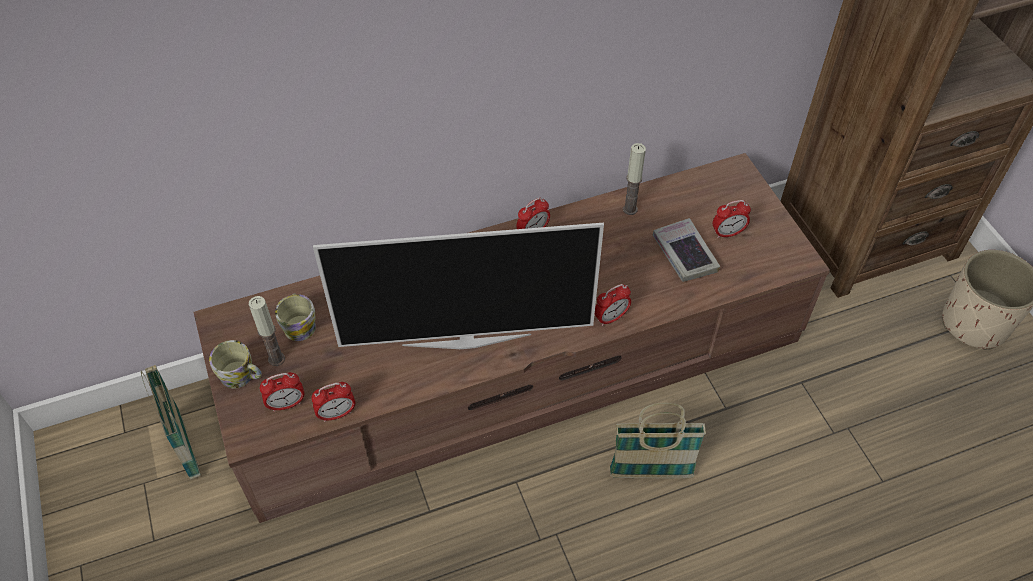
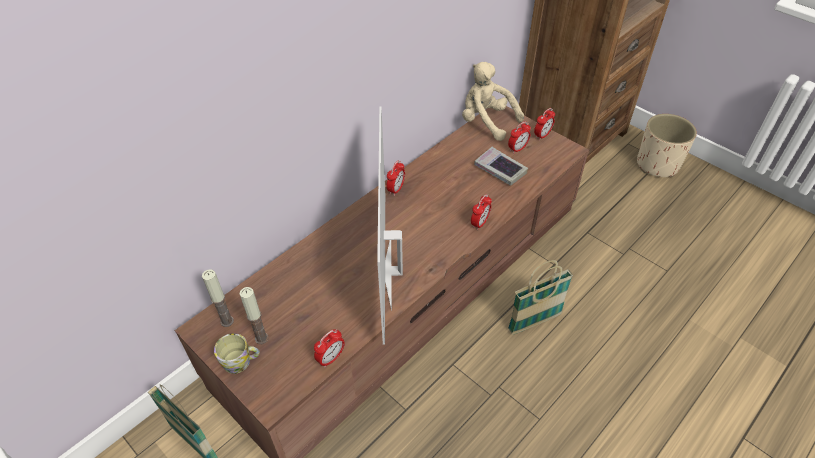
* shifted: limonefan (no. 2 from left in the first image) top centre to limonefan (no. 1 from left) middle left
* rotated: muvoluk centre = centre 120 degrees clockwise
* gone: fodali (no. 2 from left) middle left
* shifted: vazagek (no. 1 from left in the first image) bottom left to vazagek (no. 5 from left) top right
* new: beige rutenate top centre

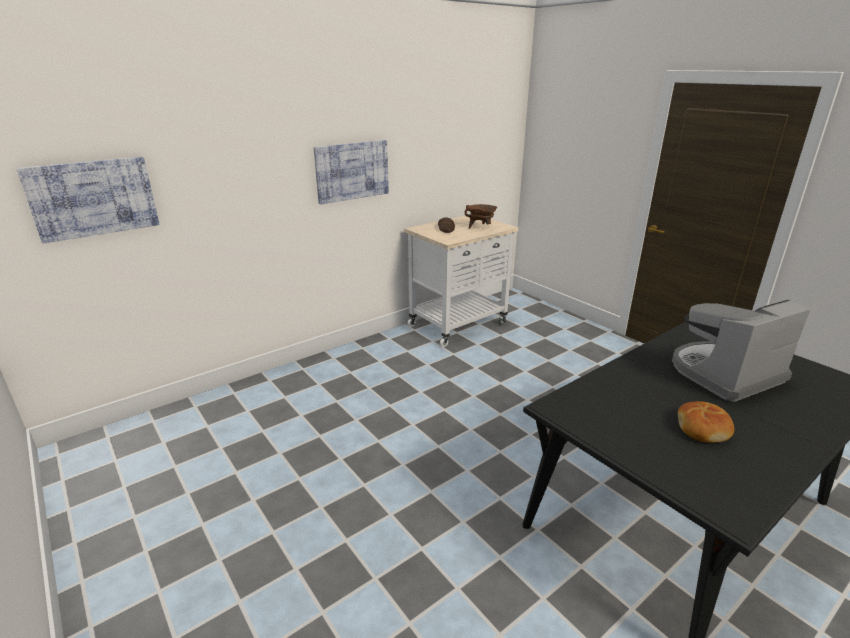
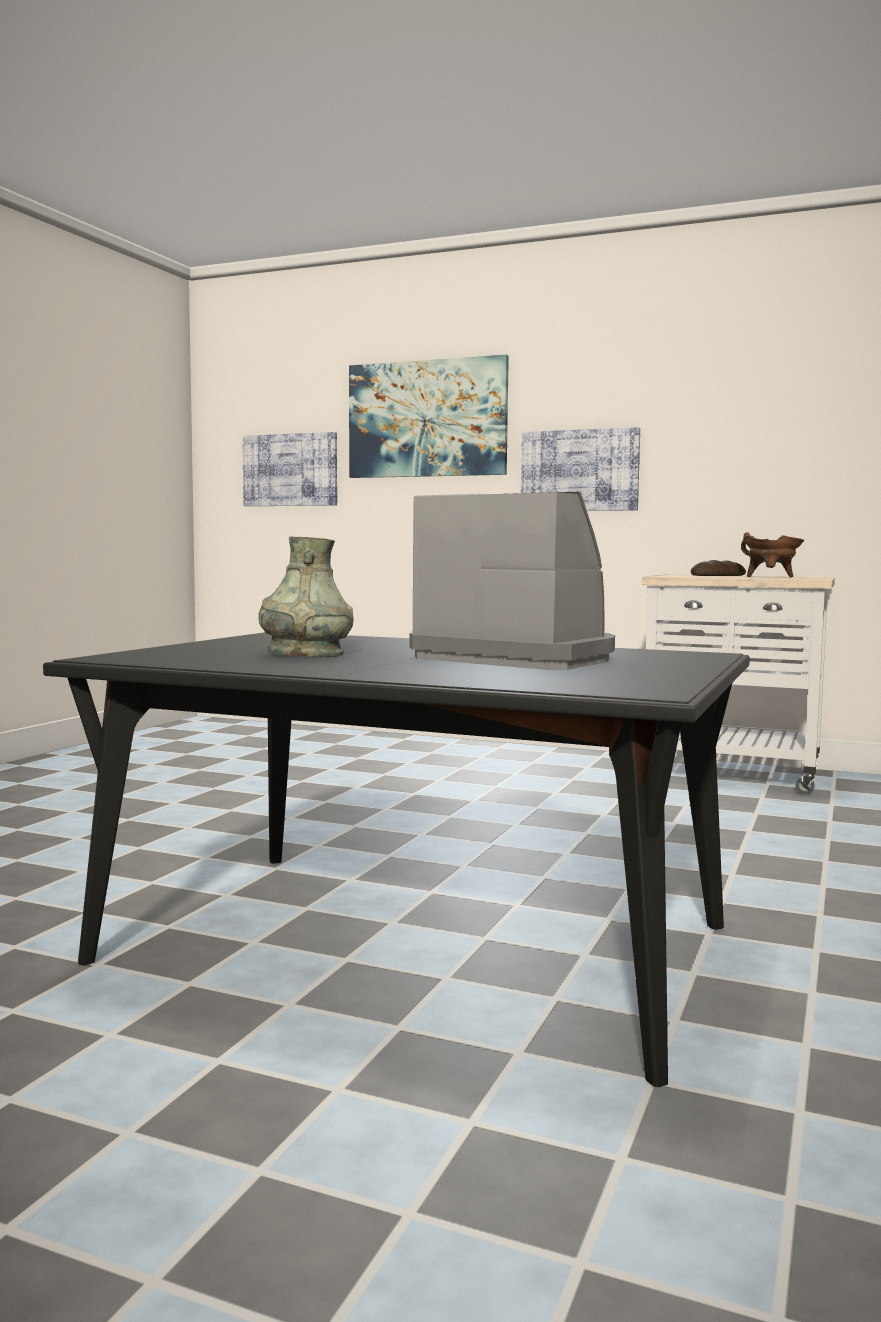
* swapped: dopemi (no. 2 from left) middle right to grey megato centre
* new: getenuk (no. 2 from left) top centre

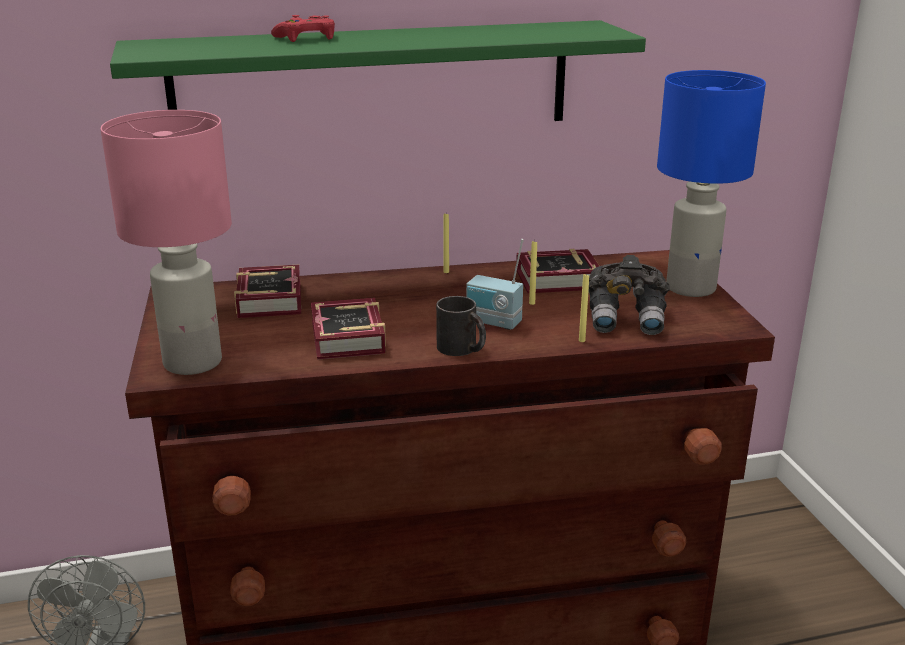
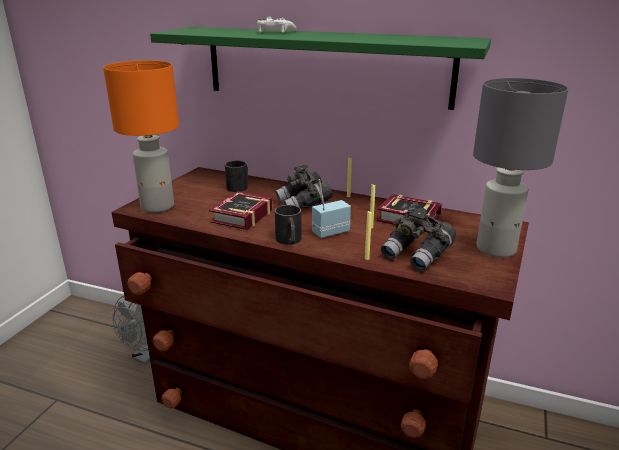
* repainted: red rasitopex top centre to white rasitopex top centre
* repainted: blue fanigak top right to grey fanigak middle right
* repainted: pink fanigak middle left to orange fanigak top left
* rotated: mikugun centre = centre 90 degrees clockwise
* swapped: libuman (no. 1 from left) middle left to black fodali (no. 1 from left) centre
* new: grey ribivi (no. 1 from left) centre

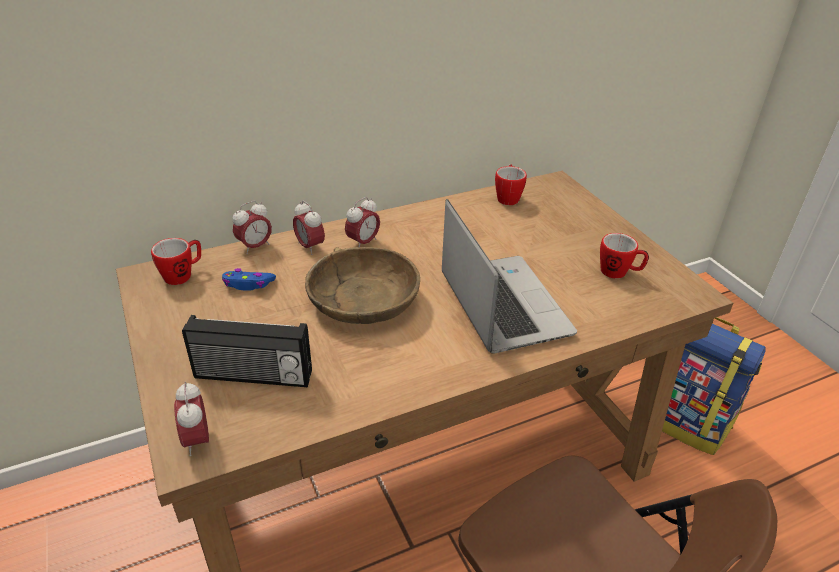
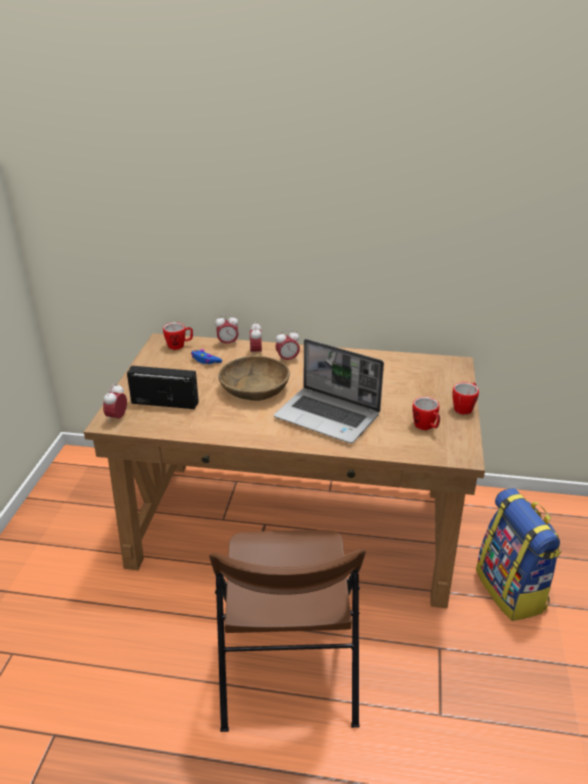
* shifted: fodali (no. 2 from left in the first image) top centre to fodali (no. 3 from left) middle right
* rotated: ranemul centre = centre 105 degrees clockwise
* rotated: mikugun middle left = middle left 150 degrees clockwise

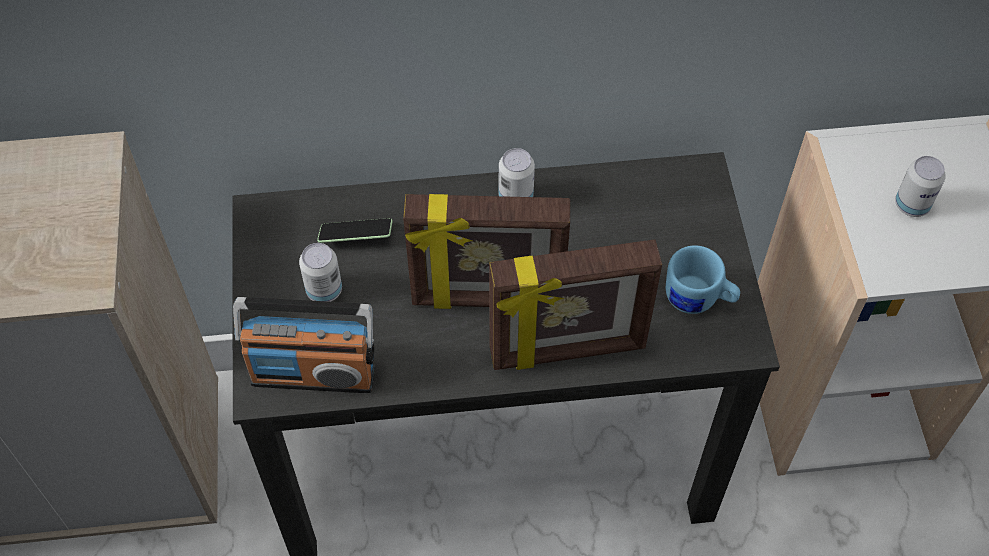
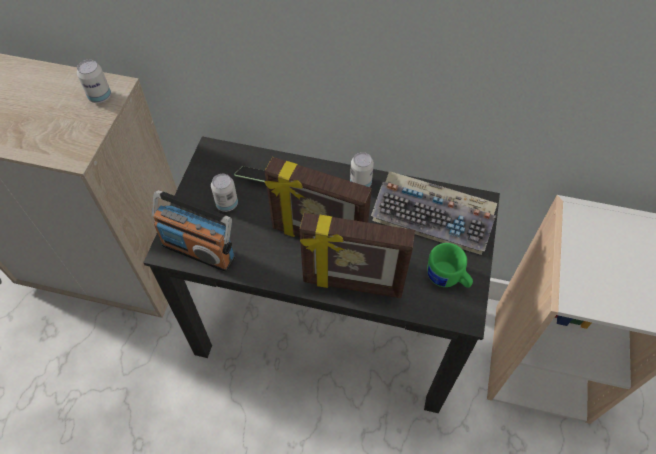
* shifted: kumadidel (no. 3 from left in the first image) middle right to kumadidel (no. 1 from left) top left
* repainted: blue fodali middle right to green fodali middle right
* new: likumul centre

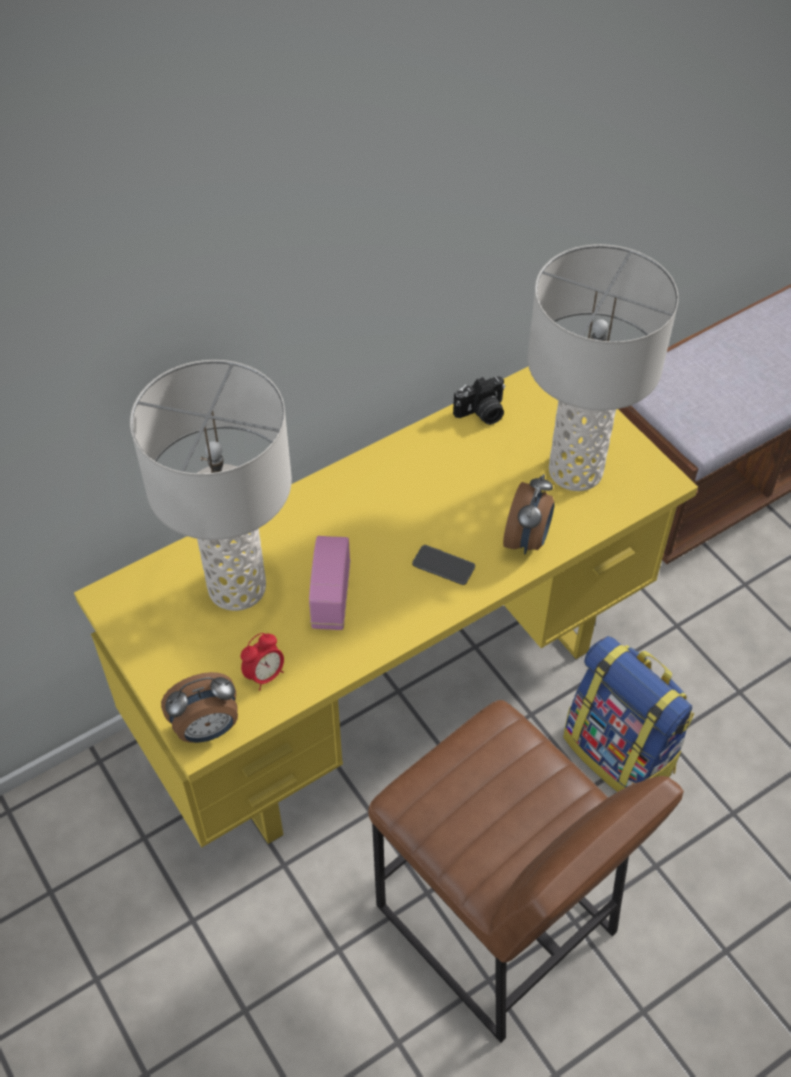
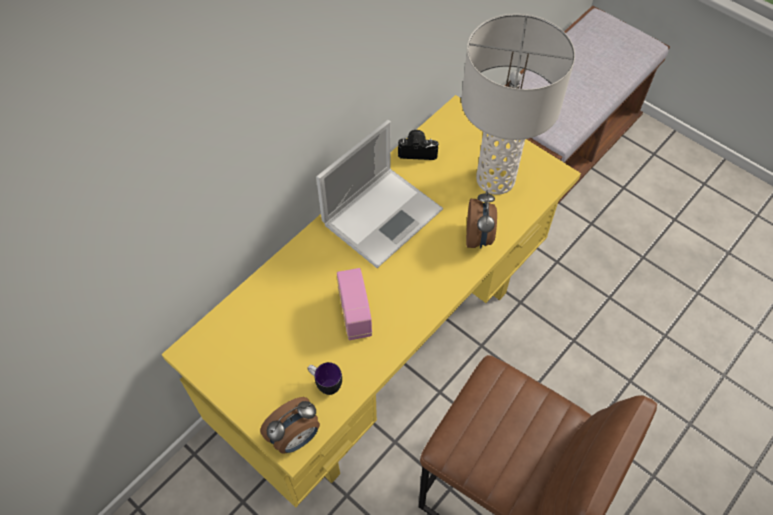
* gone: white fanigak (no. 1 from left) middle left
* rotated: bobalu centre = top centre 135 degrees counterclockwise
* gone: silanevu centre
* swapped: vazagek (no. 2 from left) middle left to fodali bottom centre
* gone: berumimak middle right
* new: ranemul centre

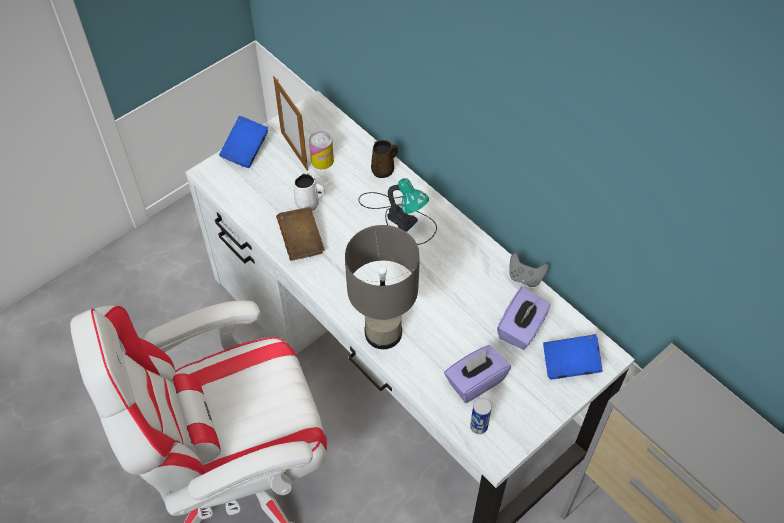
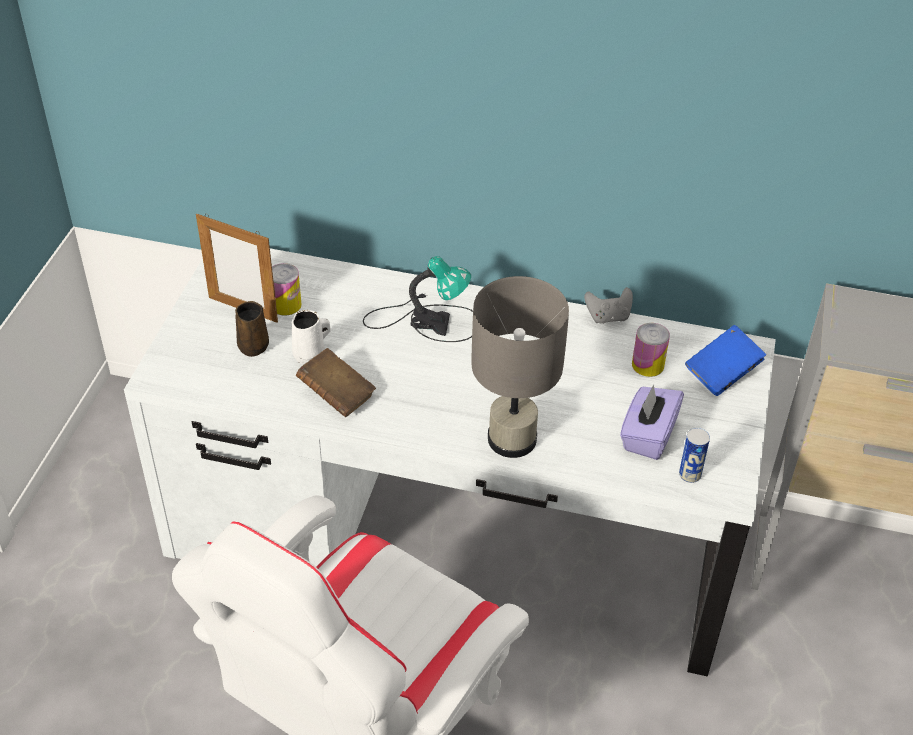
* gone: blue libuman (no. 1 from left) top left
* shifted: brown fodali top centre to middle left
* swapped: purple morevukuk (no. 2 from left) middle right to kumadidel (no. 2 from left) middle right

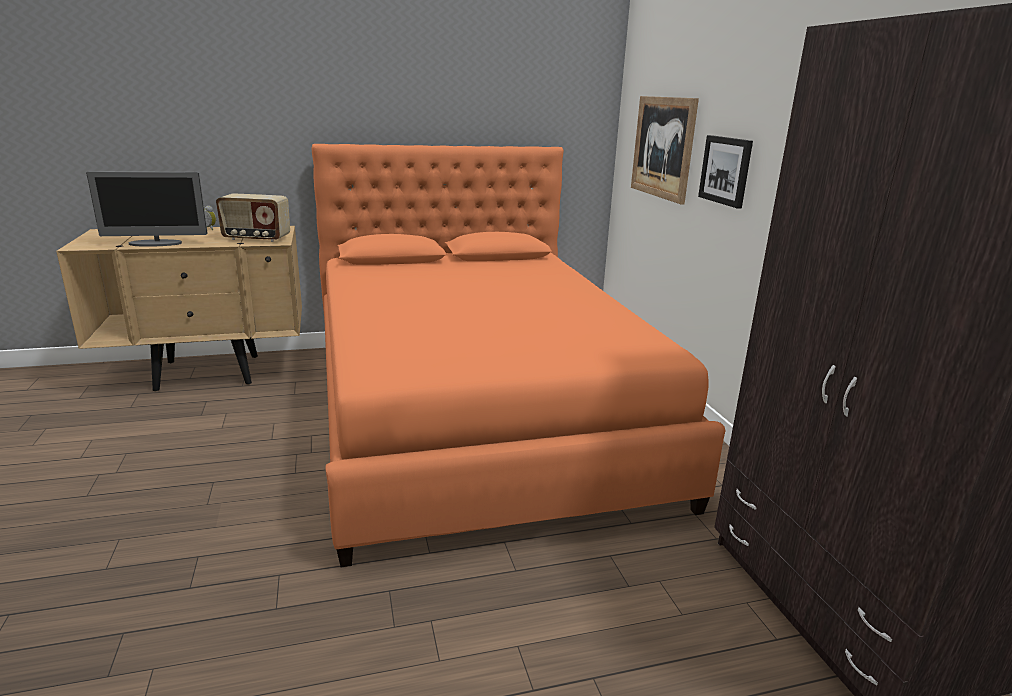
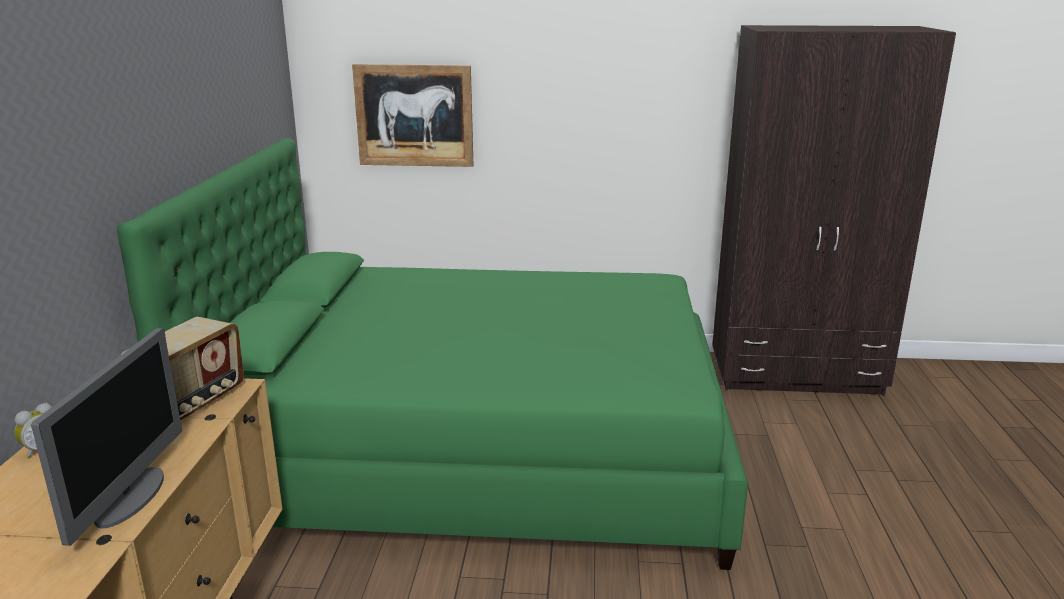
* gone: getenuk (no. 2 from left) top right
* repainted: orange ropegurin centre to green ropegurin centre

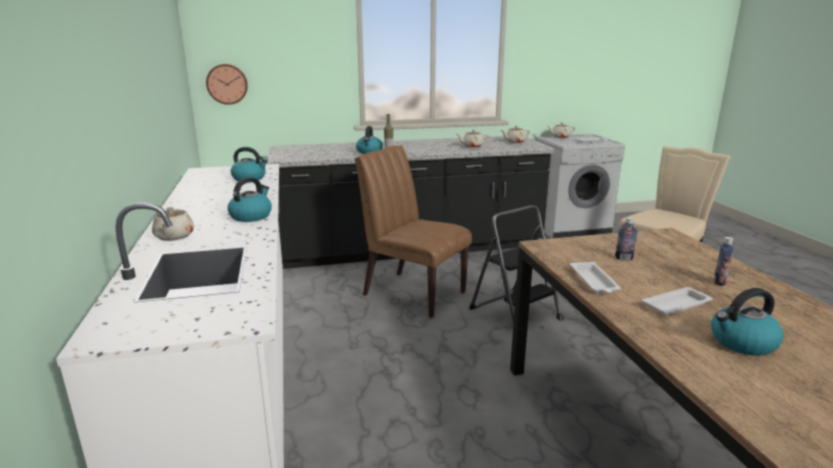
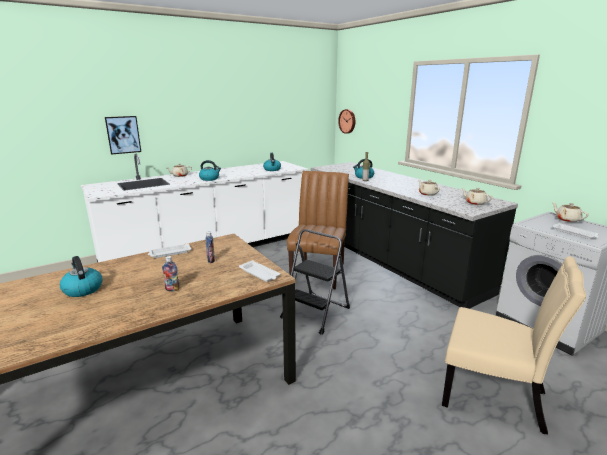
* shifted: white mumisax (no. 3 from left in the first image) middle right to white mumisax (no. 2 from left) centre
* new: getenuk top left

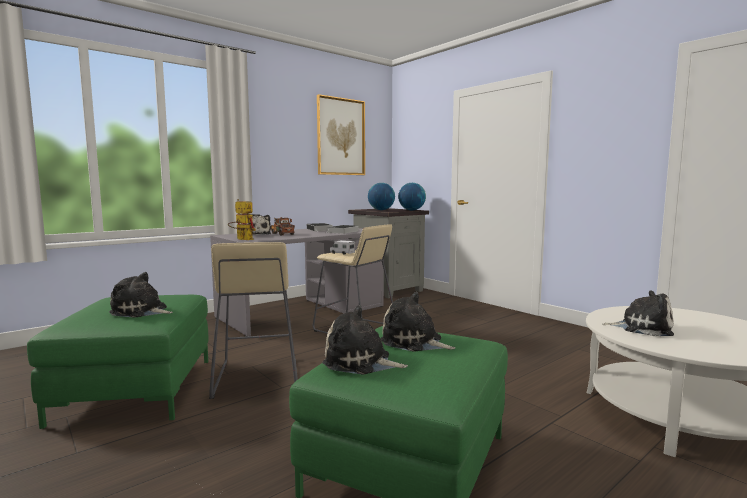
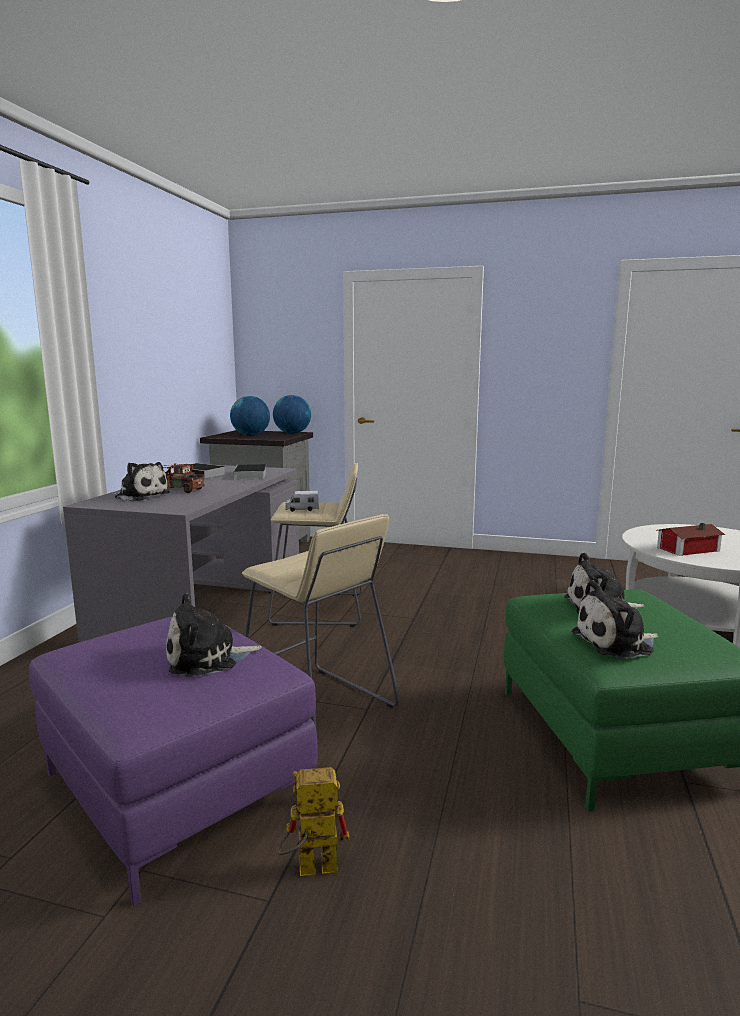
* gone: getenuk top centre
* shifted: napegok middle left to bottom centre
* swapped: rutenate (no. 5 from left) middle right to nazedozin middle right
* repainted: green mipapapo (no. 1 from left) bottom left to purple mipapapo bottom left

